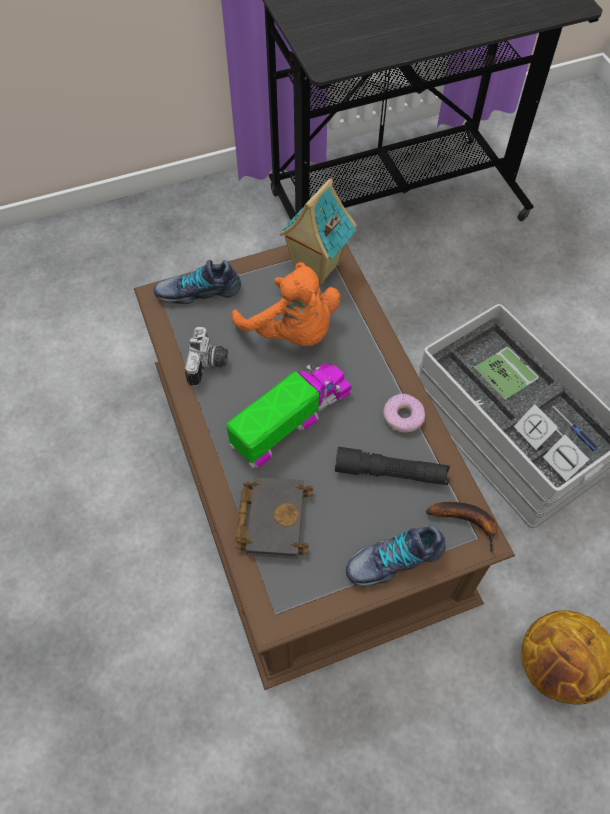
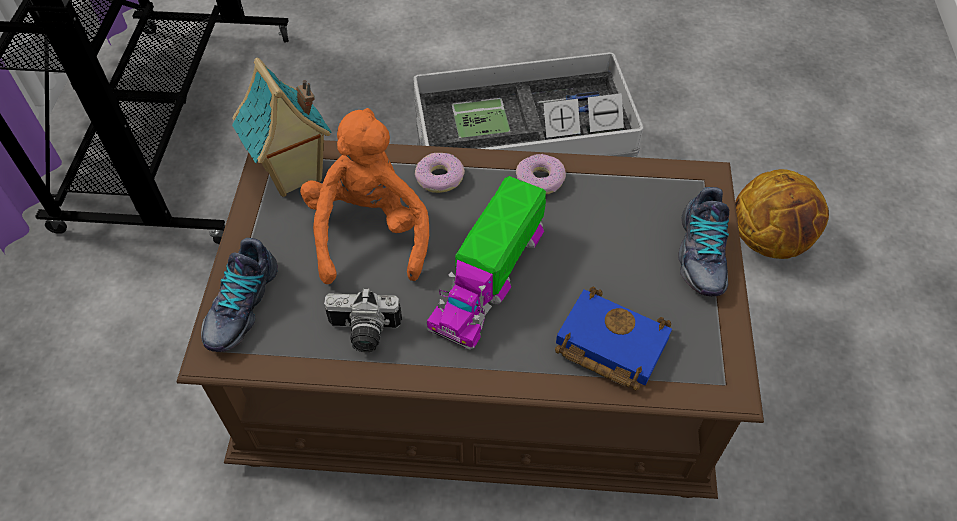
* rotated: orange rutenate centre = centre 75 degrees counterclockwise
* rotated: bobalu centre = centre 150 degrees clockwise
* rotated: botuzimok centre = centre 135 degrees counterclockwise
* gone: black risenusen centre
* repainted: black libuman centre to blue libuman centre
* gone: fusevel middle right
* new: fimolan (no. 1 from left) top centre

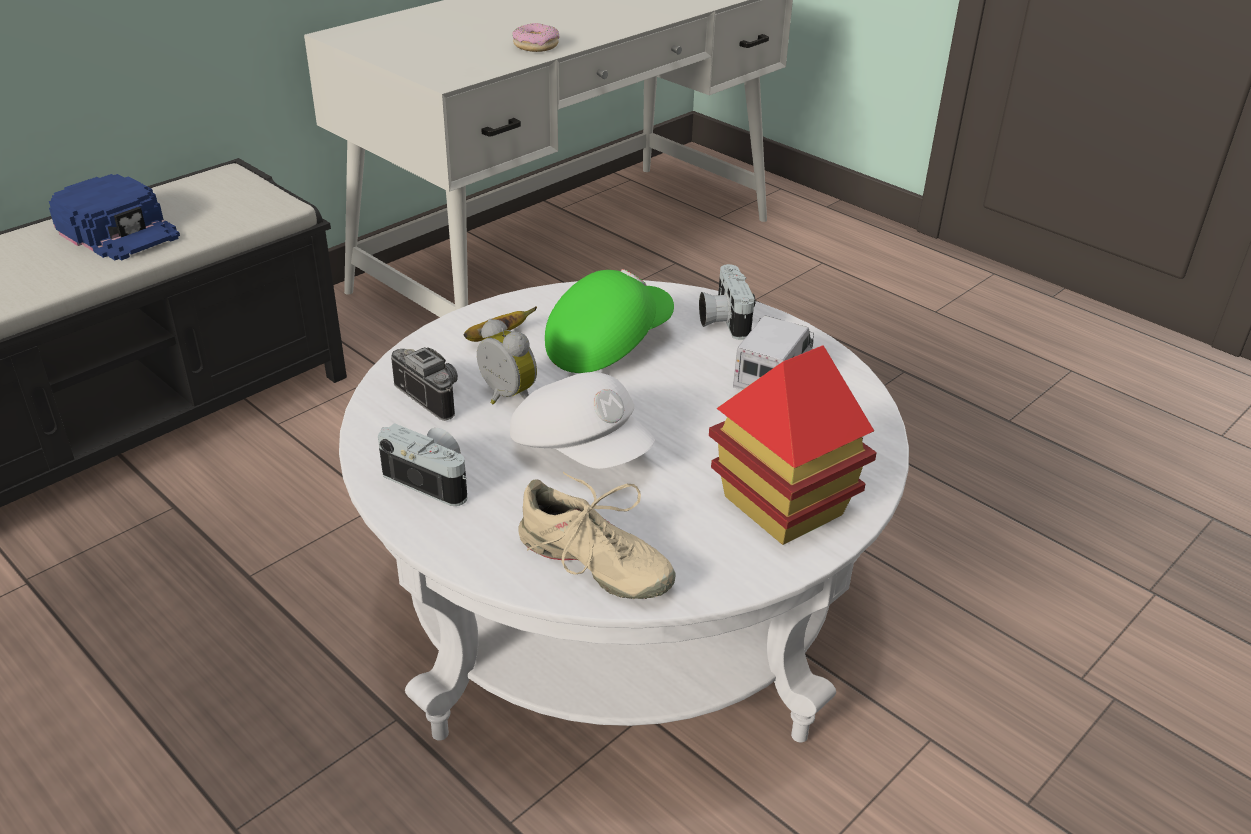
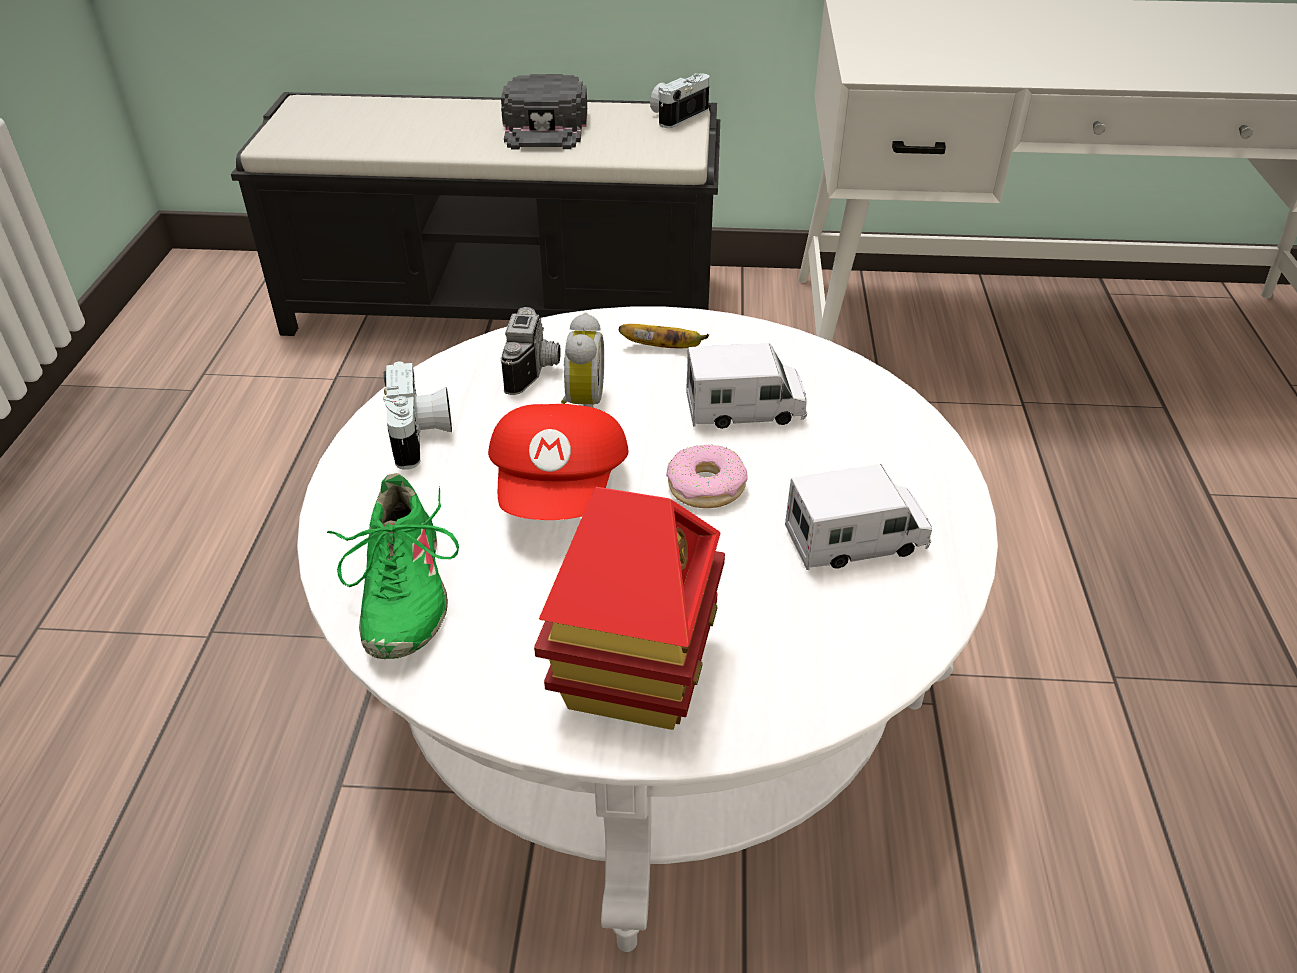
* shifted: fimolan top centre to centre
* repainted: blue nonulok top left to black nonulok top centre
* shifted: bobalu (no. 3 from left) centre to top centre
* swapped: green nonulok centre to botuzimok (no. 1 from left) centre
* repainted: white nonulok centre to red nonulok centre
* repainted: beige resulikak centre to green resulikak middle left

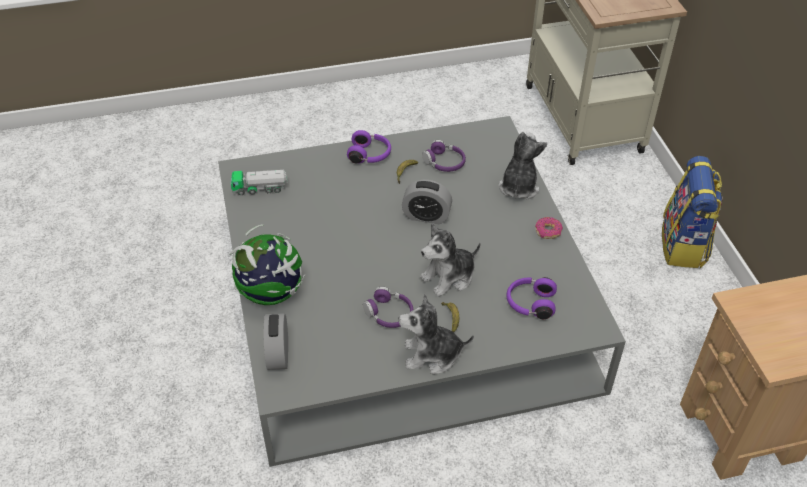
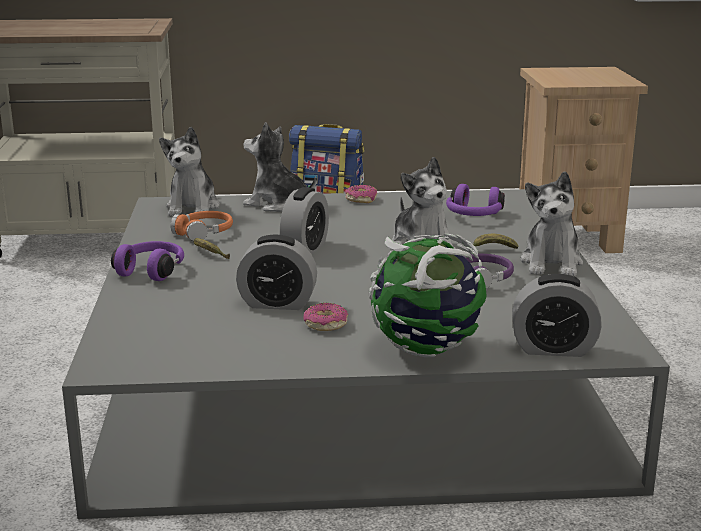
* repainted: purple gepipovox (no. 3 from left) top centre to orange gepipovox middle left
* gone: botuzimok middle left
* new: rutenate (no. 1 from left) top left
* new: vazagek (no. 1 from left) centre
* new: fimolan (no. 1 from left) centre

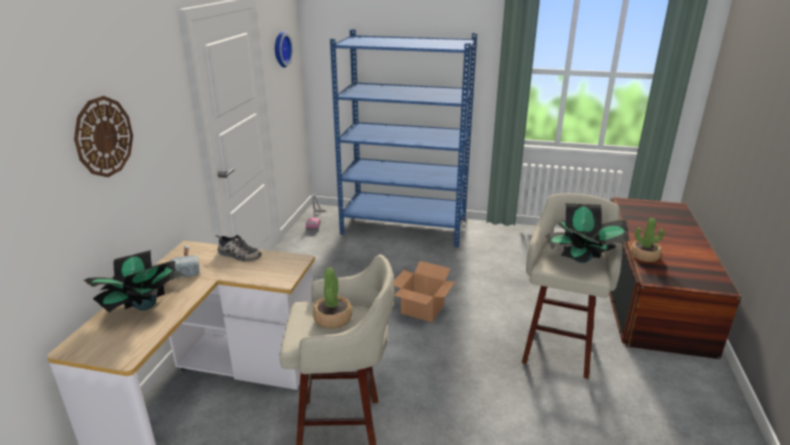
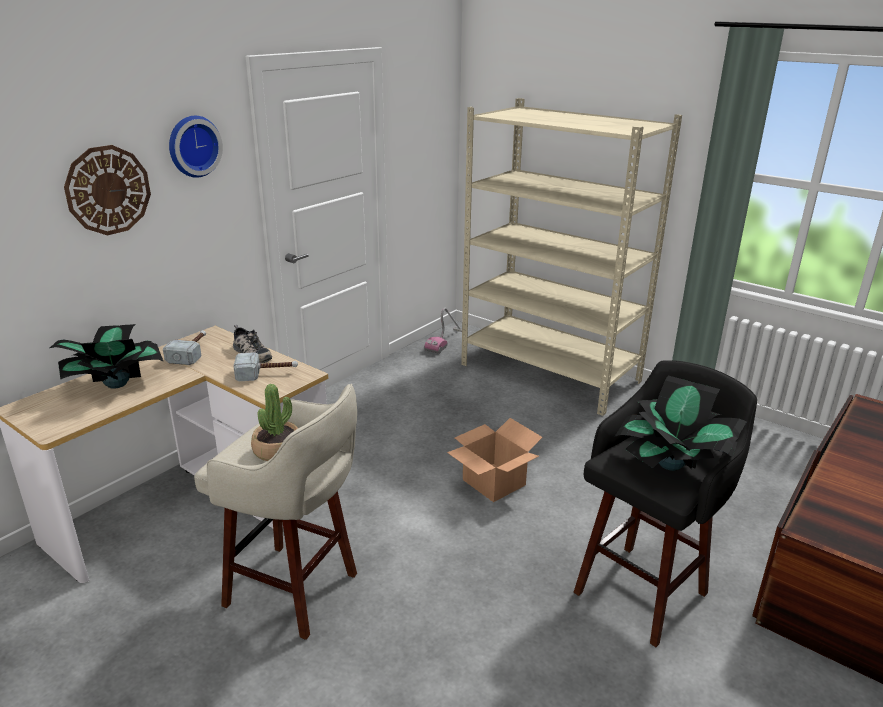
* repainted: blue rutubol top centre to beige rutubol centre
* shifted: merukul (no. 2 from left) top centre to top left
* repainted: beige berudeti (no. 2 from left) middle right to black berudeti bottom right
* gone: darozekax (no. 4 from left) middle right
* new: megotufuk (no. 2 from left) middle left

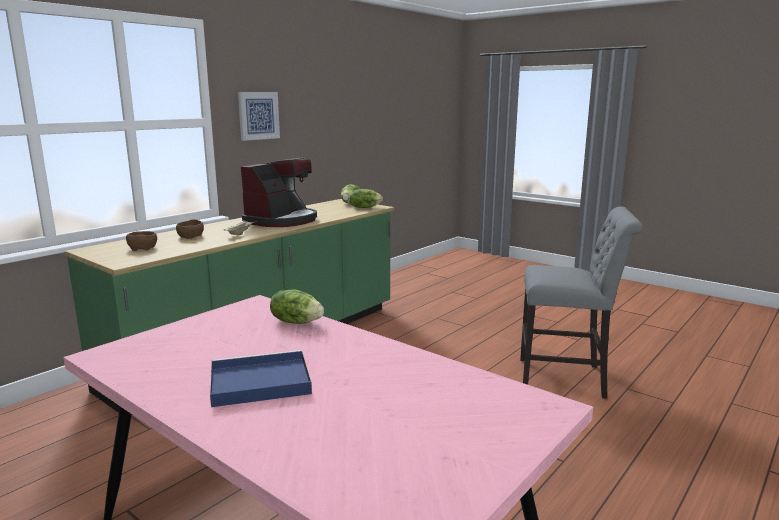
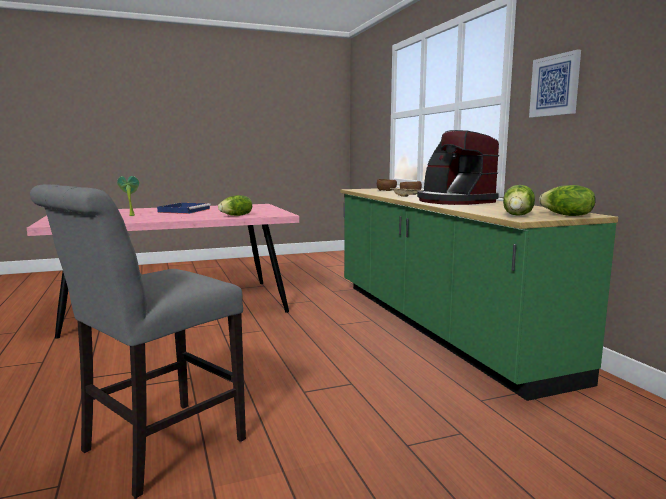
* new: darozekax middle left

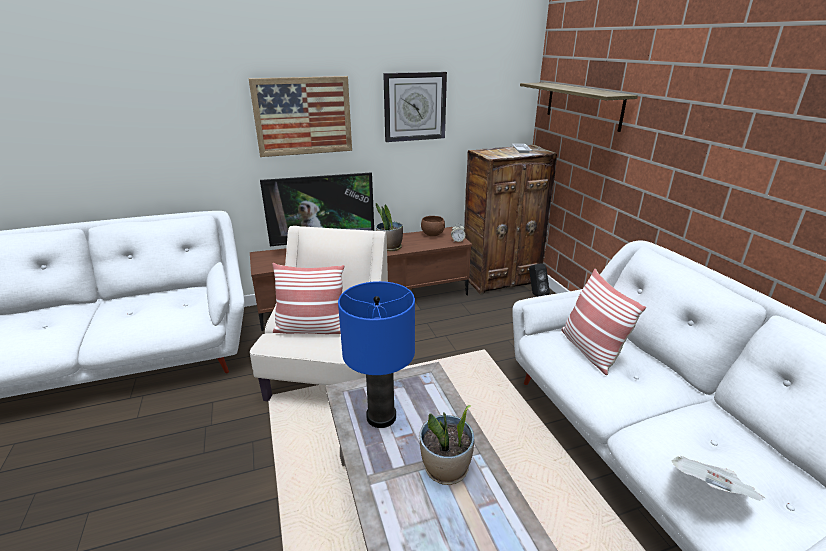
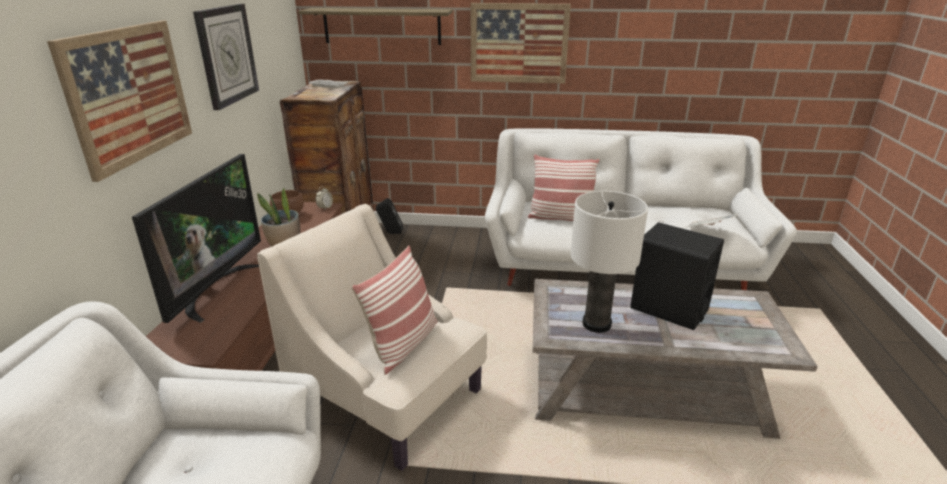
* repainted: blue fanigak centre to white fanigak centre
* swapped: darozekax (no. 2 from left) bottom centre to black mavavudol (no. 2 from left) middle right
* new: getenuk (no. 2 from left) top centre

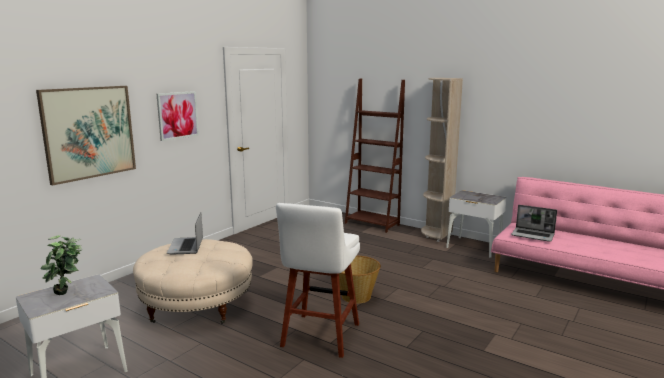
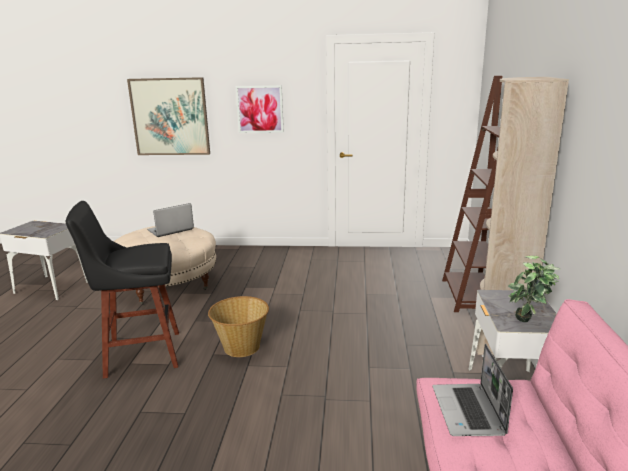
* repainted: white berudeti bottom centre to black berudeti middle left
* shifted: darozekax bottom left to middle right

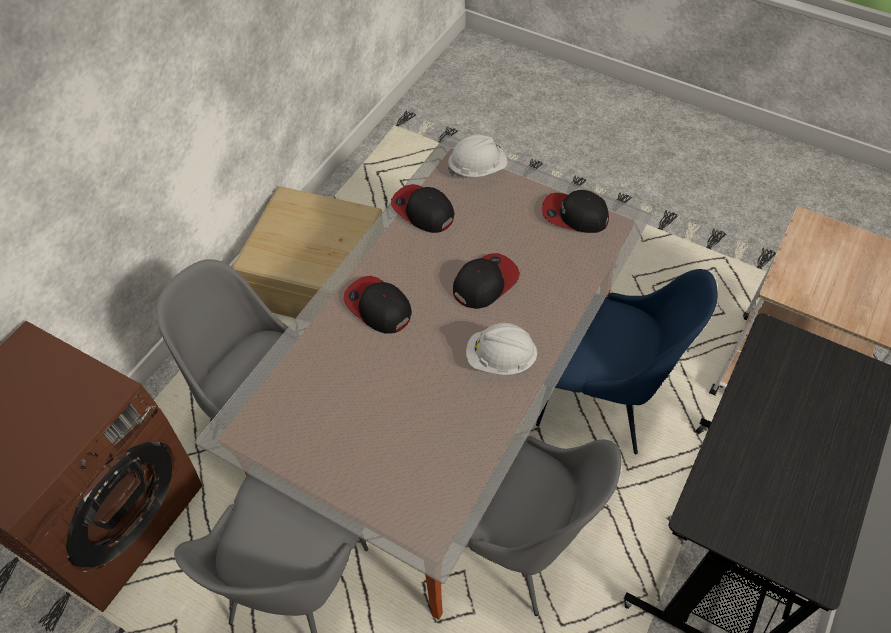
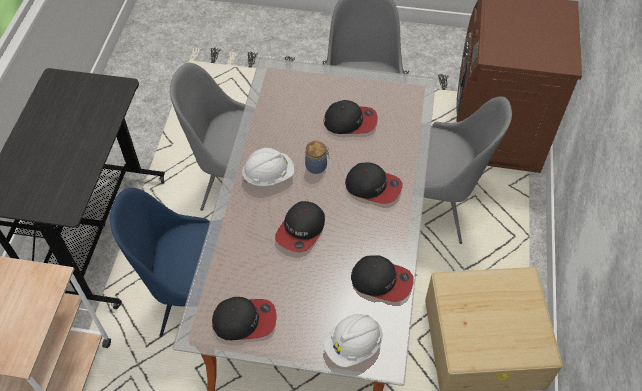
* new: nonulok (no. 3 from left) top centre
* new: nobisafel centre

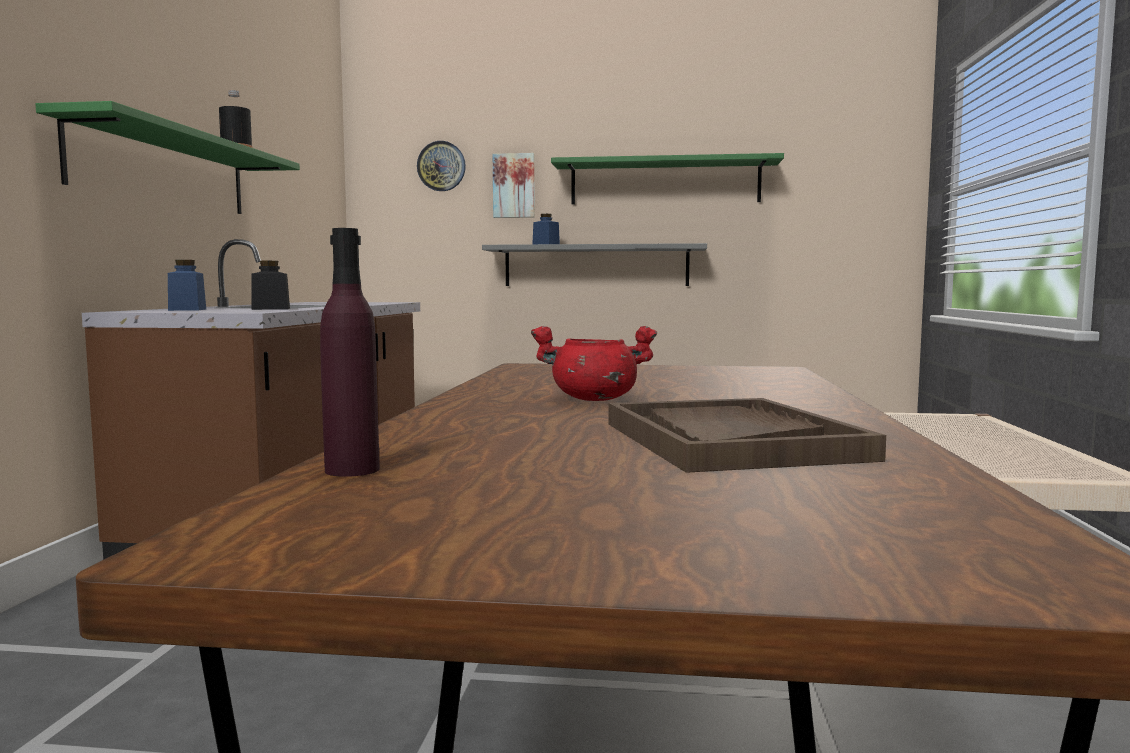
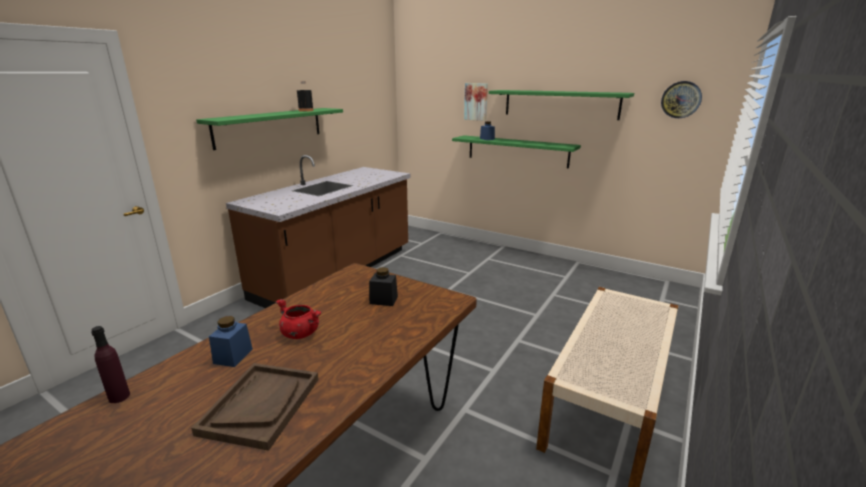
* shifted: merukul top centre to top right
* repainted: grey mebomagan centre to green mebomagan (no. 2 from left) top centre
* shifted: blue nobisafel (no. 1 from left) middle left to bottom left
* shifted: black nobisafel middle left to centre

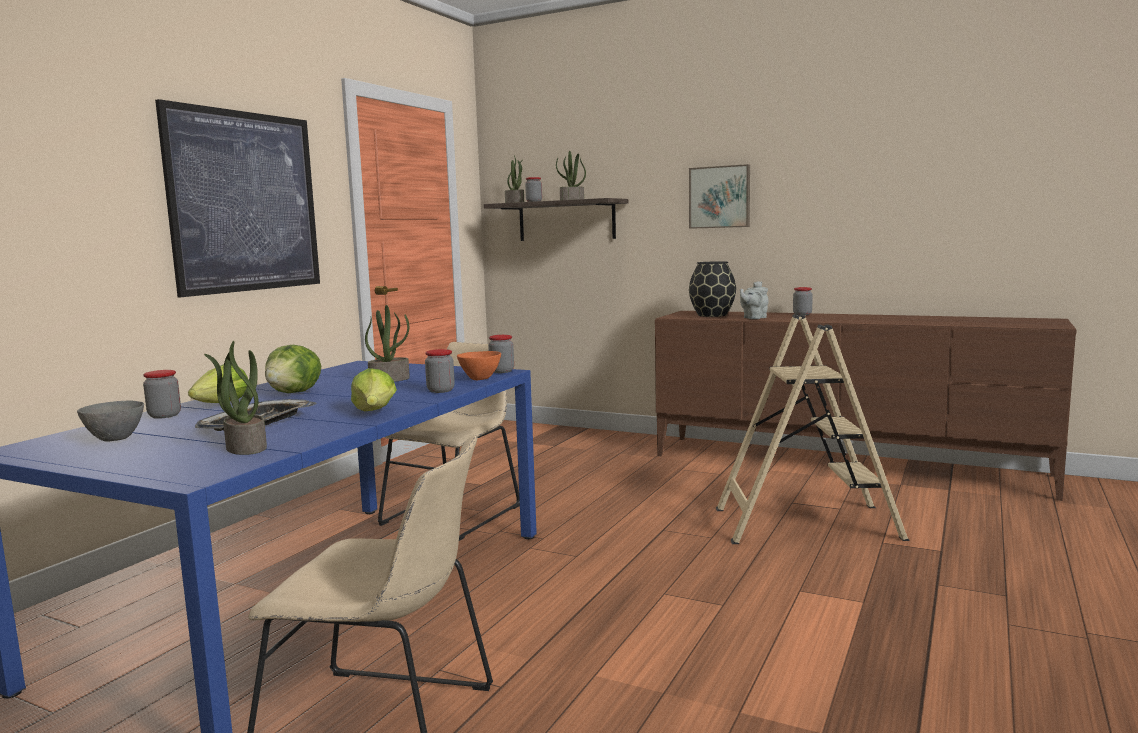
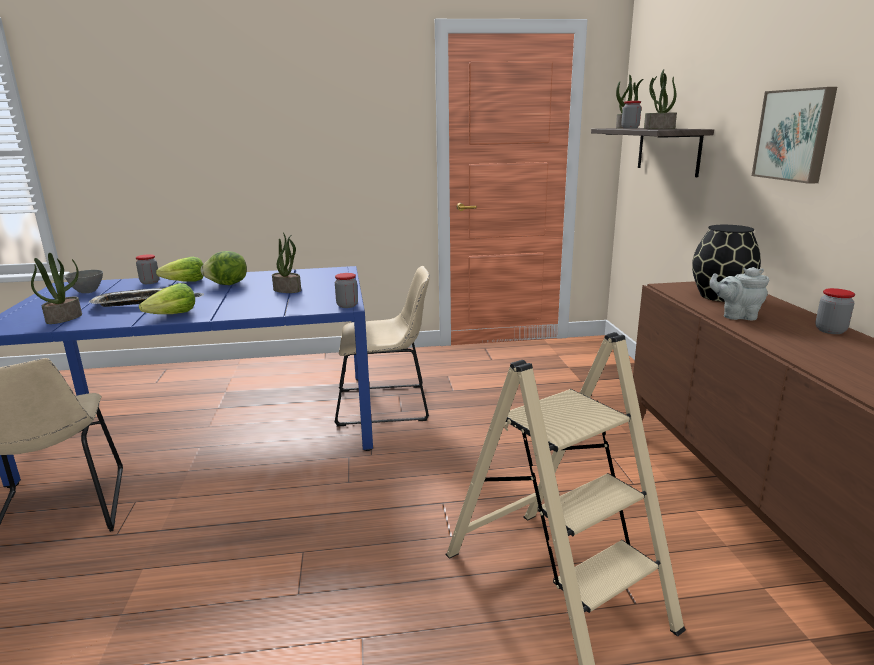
* gone: getenuk (no. 1 from left) top left
* gone: nobisafel (no. 2 from left) centre
* gone: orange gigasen centre

